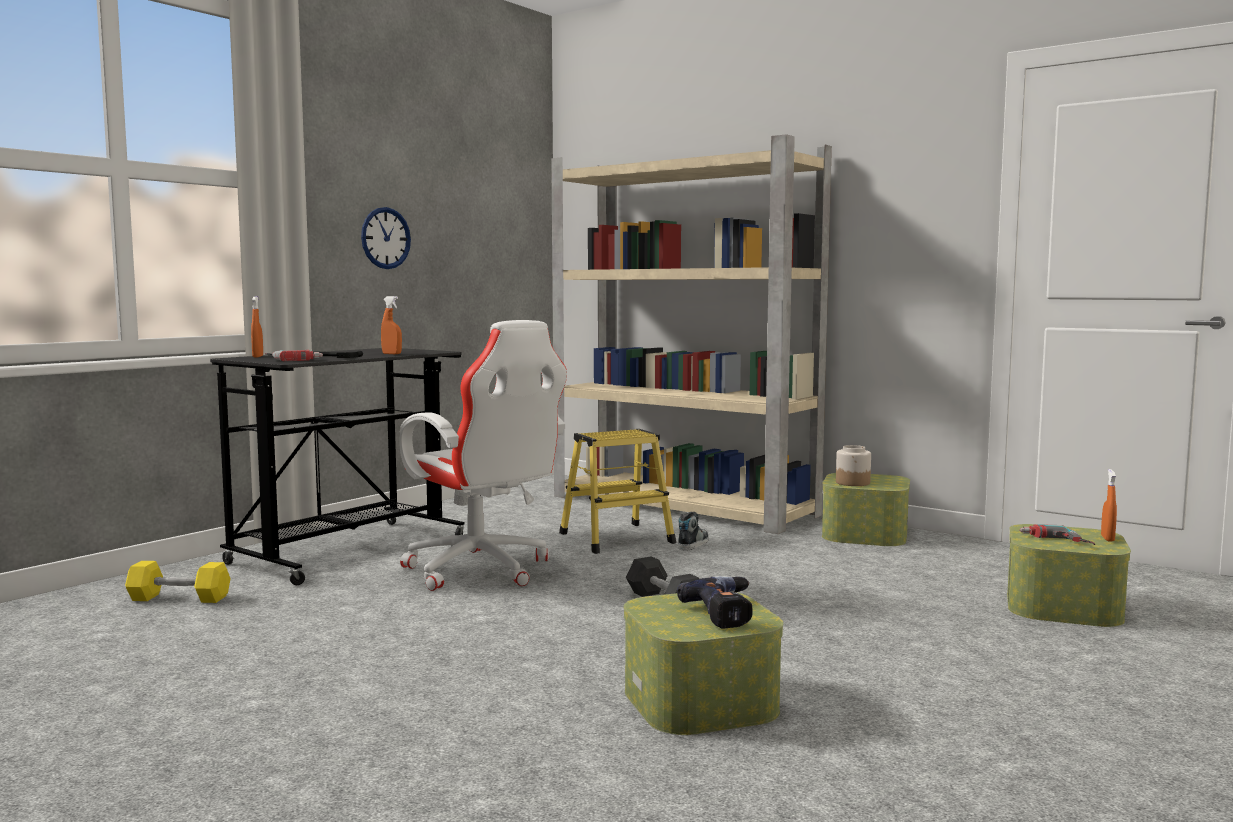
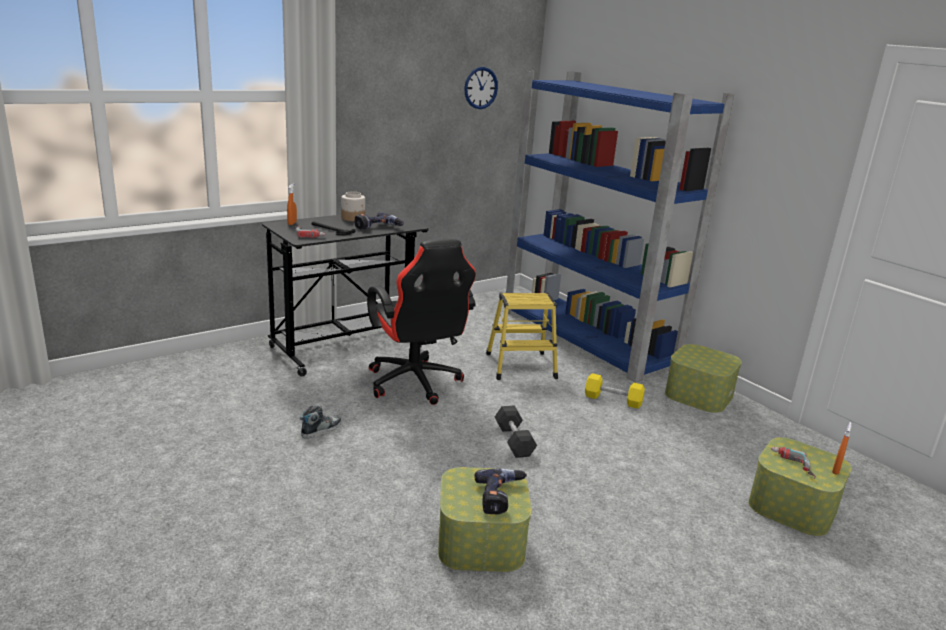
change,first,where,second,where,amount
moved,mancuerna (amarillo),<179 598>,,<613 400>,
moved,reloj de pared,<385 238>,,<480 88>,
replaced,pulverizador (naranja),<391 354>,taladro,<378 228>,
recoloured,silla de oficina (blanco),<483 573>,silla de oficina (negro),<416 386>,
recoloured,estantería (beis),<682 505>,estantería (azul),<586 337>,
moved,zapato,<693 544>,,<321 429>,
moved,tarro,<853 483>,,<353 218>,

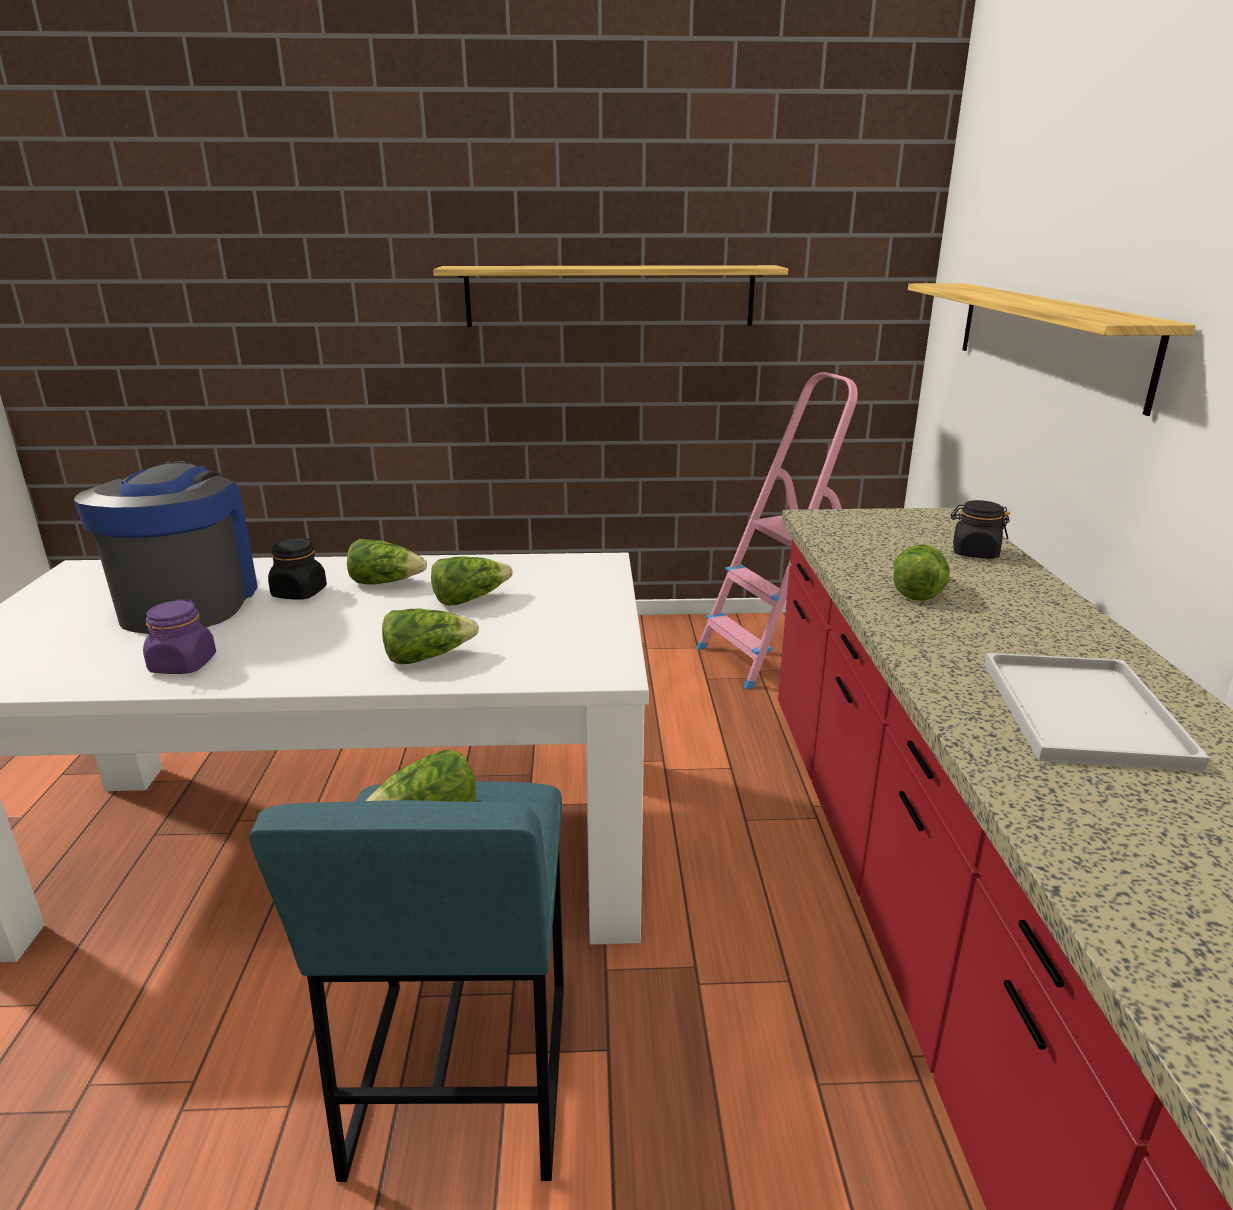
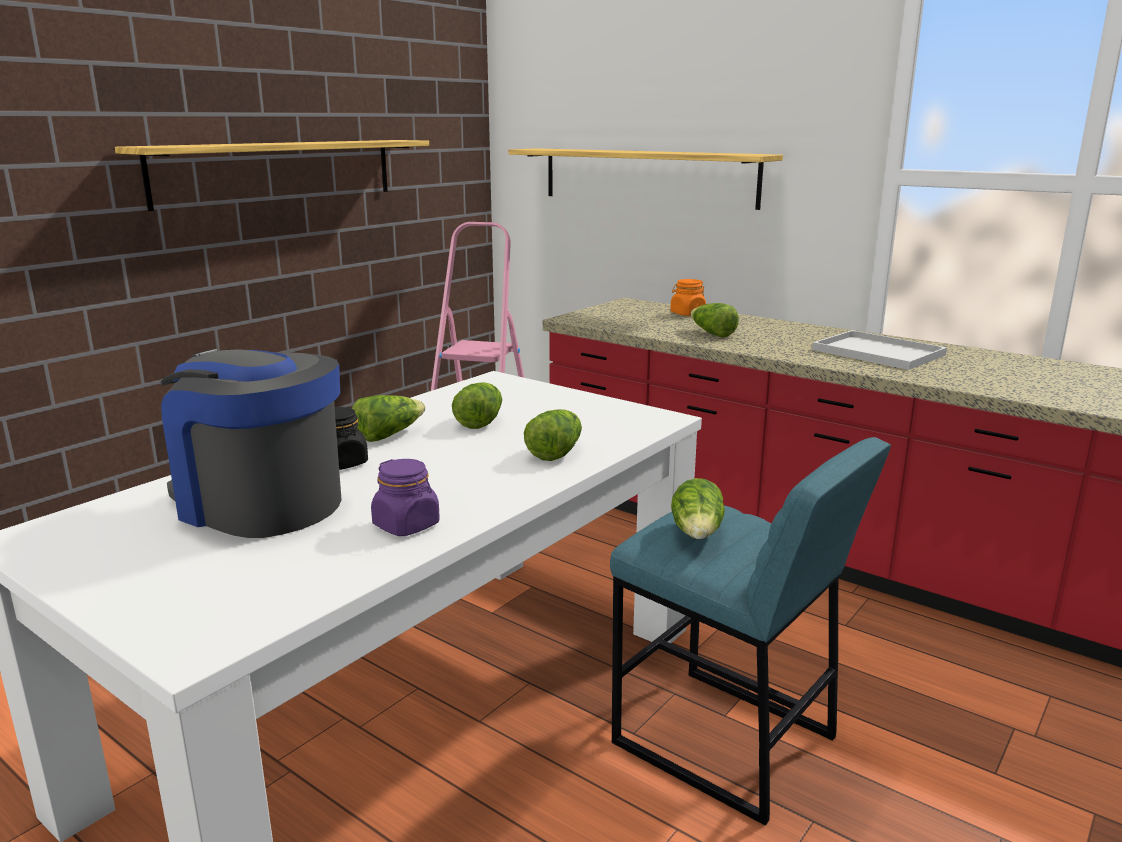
change,first,where,second,where,amount
recoloured,tarro (negro),<974 553>,tarro (naranja),<687 314>,

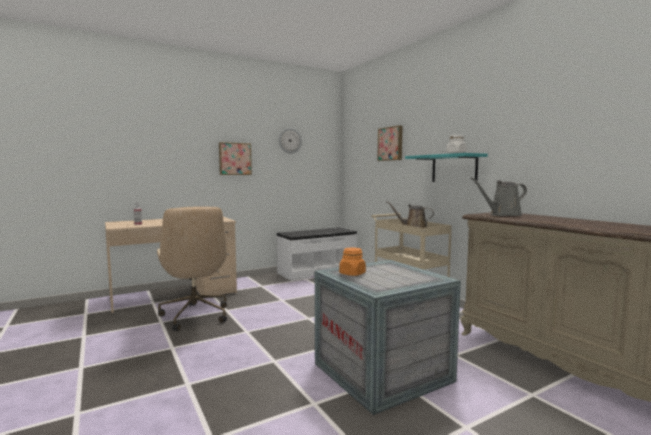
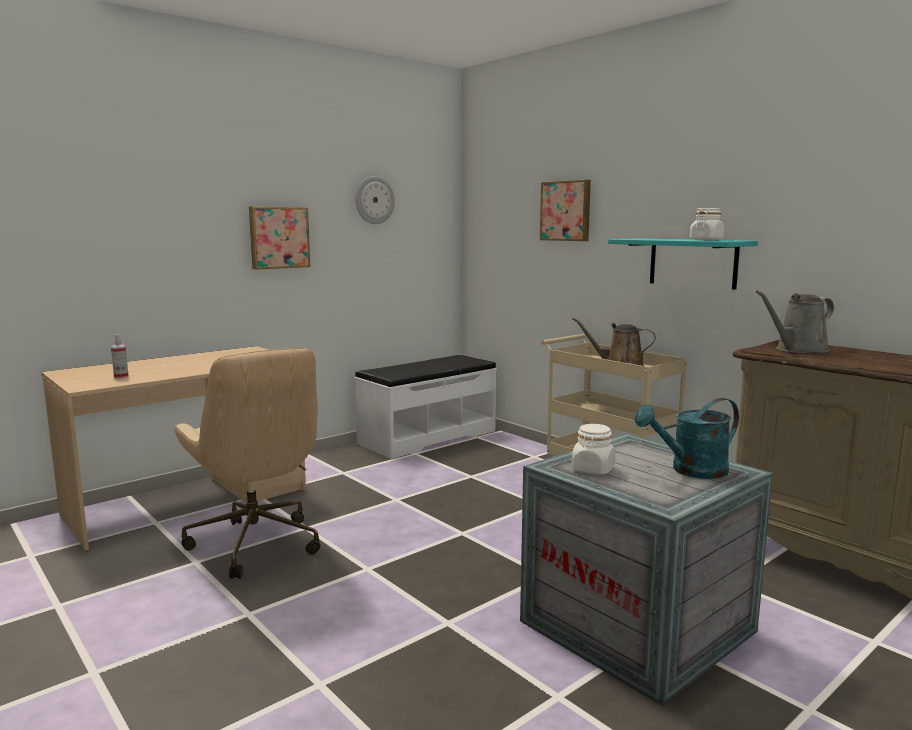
change,first,where,second,where,amount
recoloured,tarro (naranja),<352 274>,tarro (blanco),<593 469>,
added,,,regadera (turquesa),<691 471>,

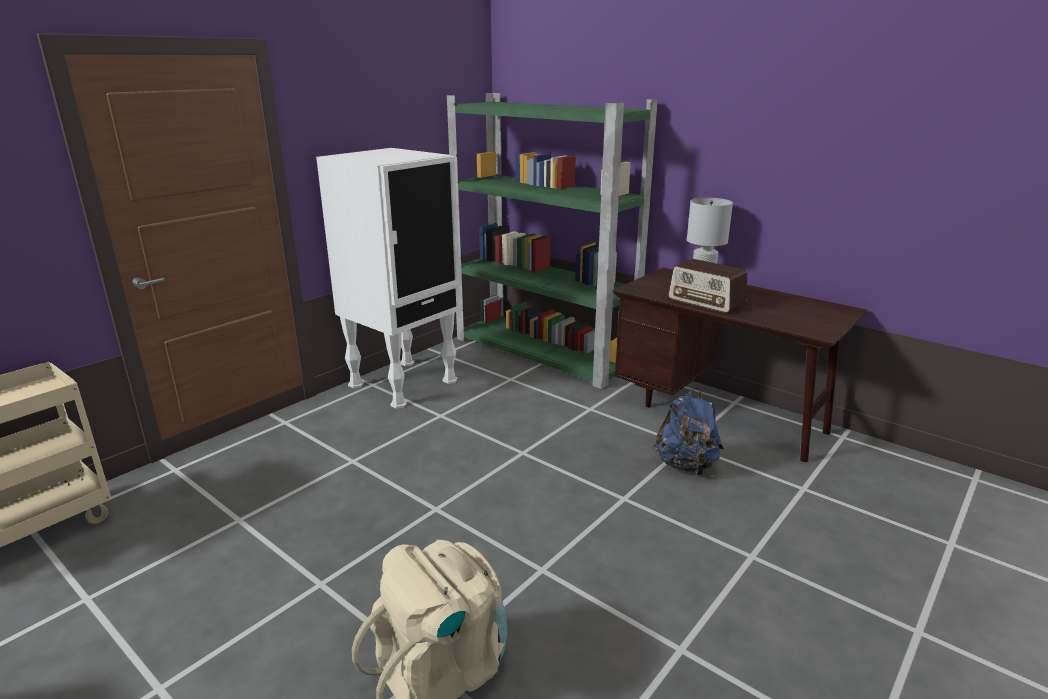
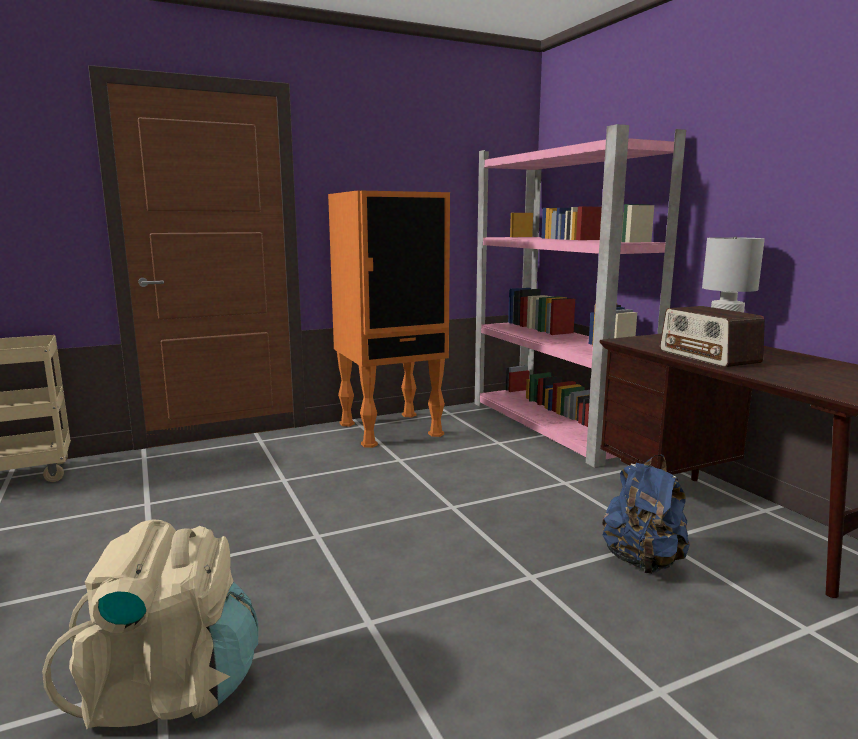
change,first,where,second,where,amount
recoloured,armario (blanco),<405 382>,armario (naranja),<392 429>,
recoloured,estantería (verde),<543 352>,estantería (rosa),<554 426>,

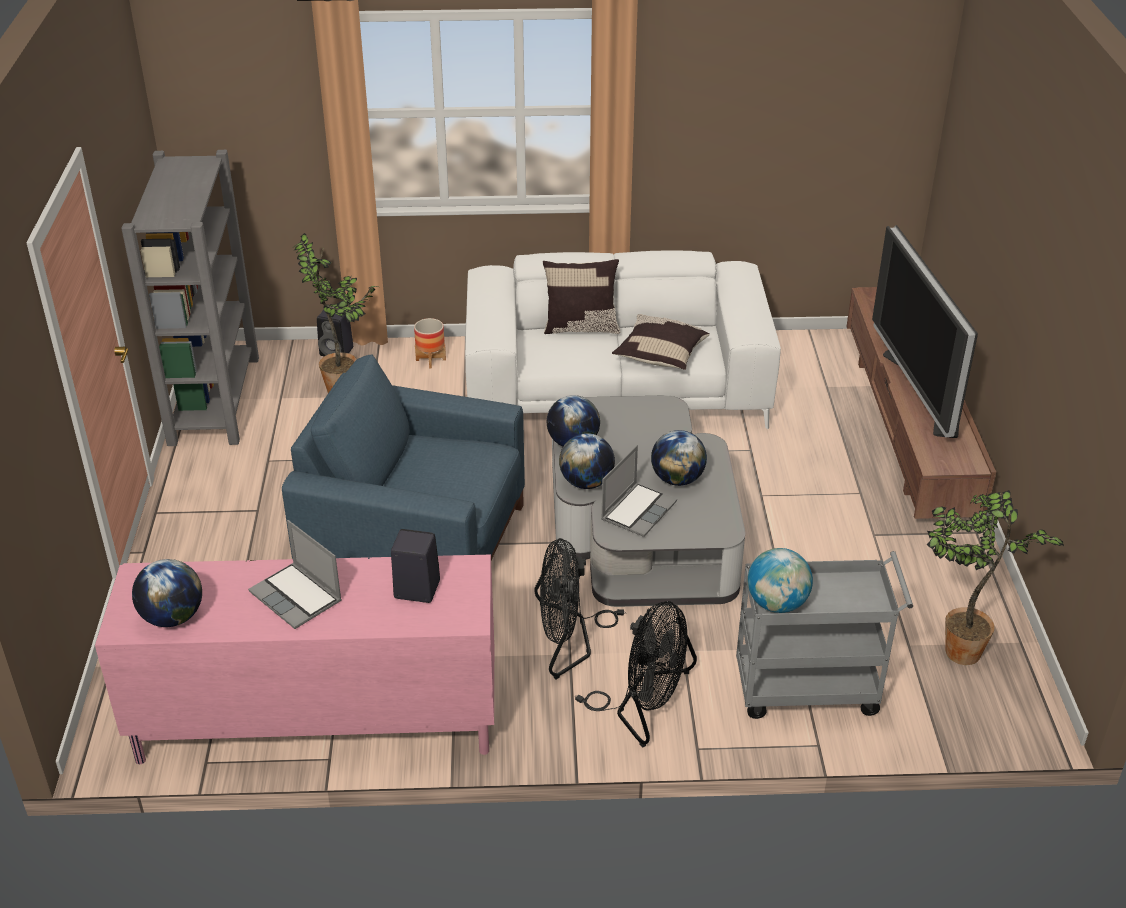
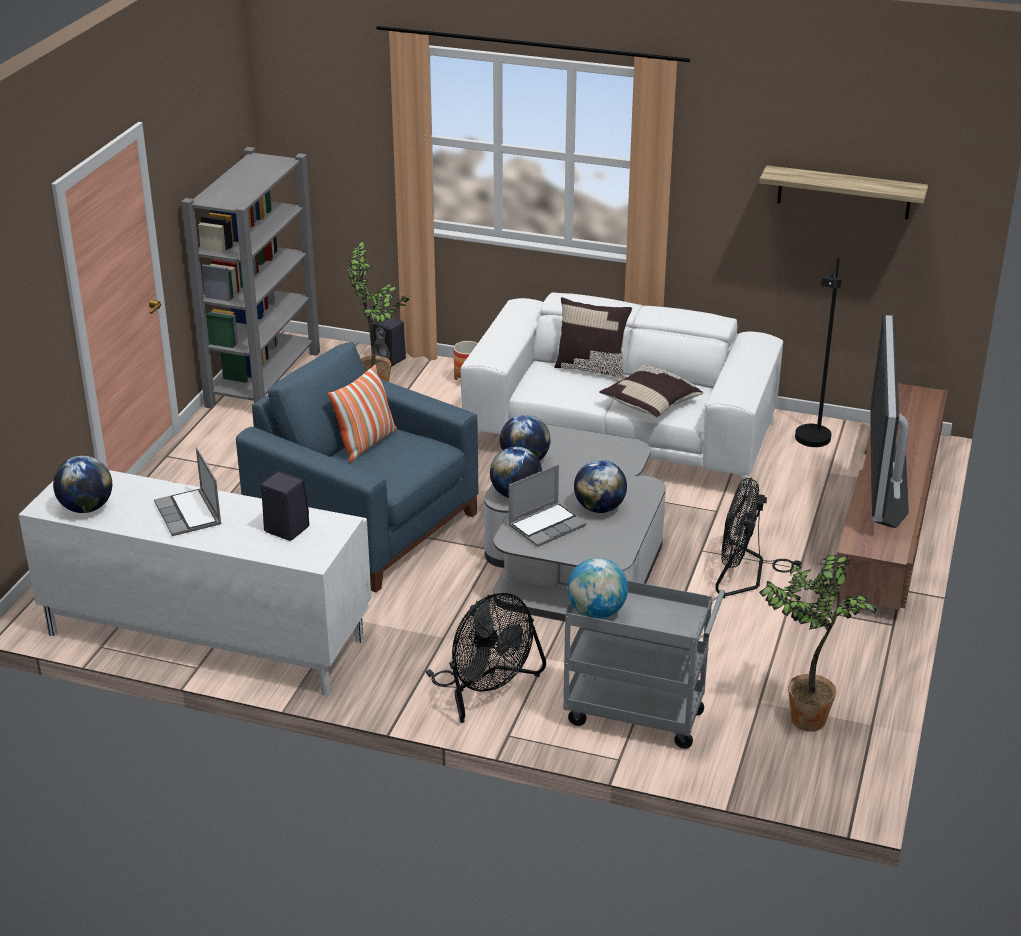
change,first,where,second,where,amount
recoloured,armario (rosa),<317 714>,armario (blanco),<207 633>,
moved,ventilador (negro),<569 635>,,<746 570>,
added,,,cojín,<366 443>,
added,,,estante,<844 192>,
added,,,lámpara de pie (negro),<812 443>,

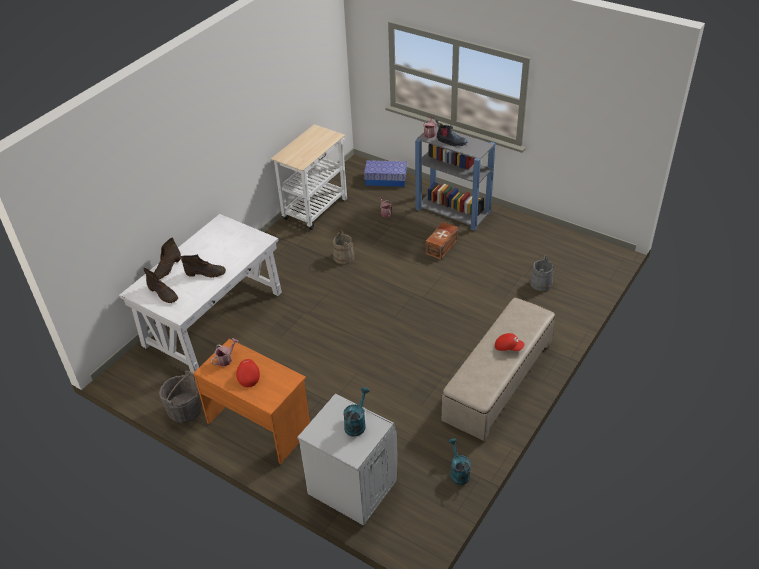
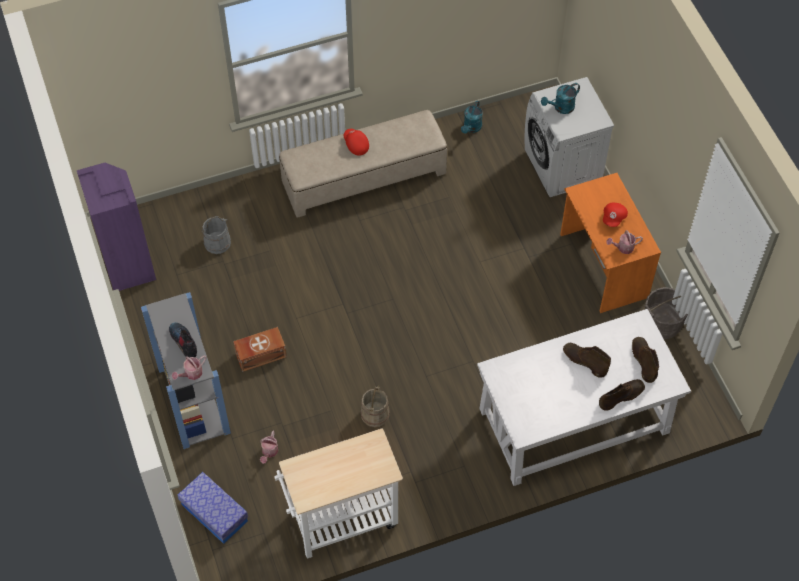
change,first,where,second,where,amount
added,,,armario (morado),<127 266>,

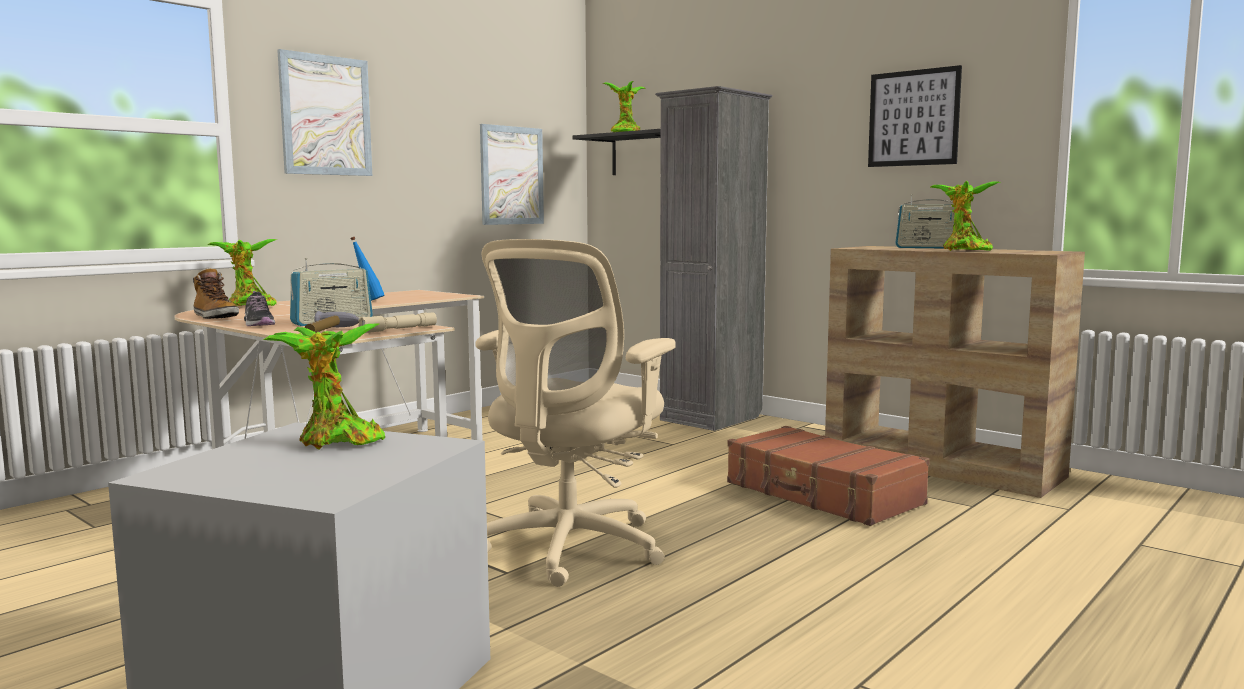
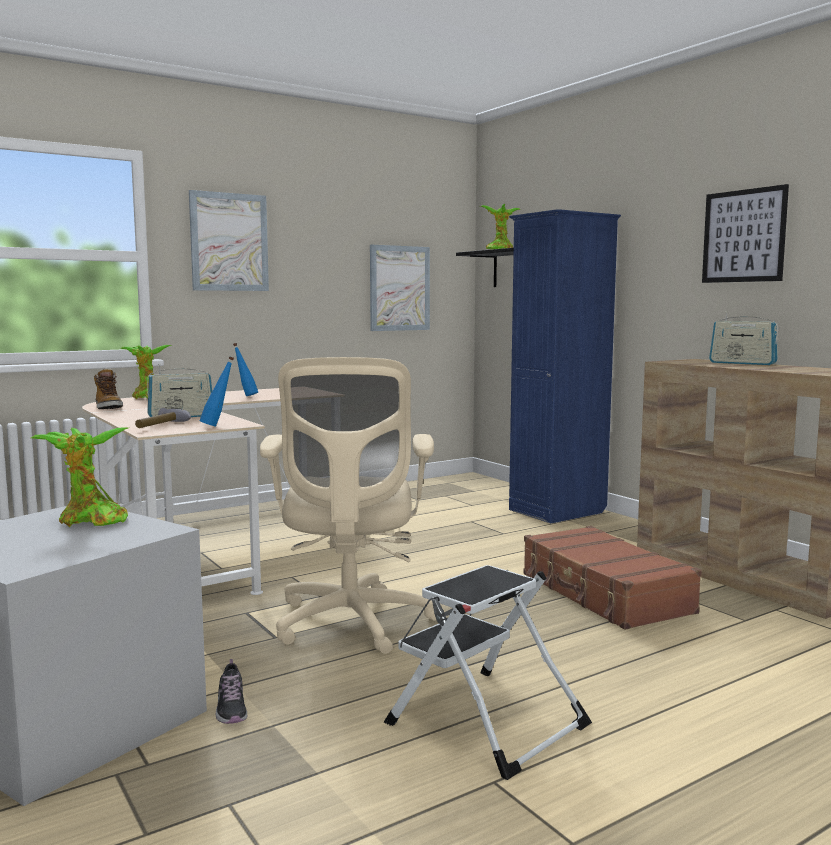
change,first,where,second,where,amount
moved,zapato,<258 324>,,<231 708>,
replaced,linterna (beis),<399 329>,botella (azul),<218 426>,
turned,silla de oficina (beis),<575 542>,,<350 616>,45 degrees counterclockwise
recoloured,armario (gris),<711 418>,armario (azul),<557 511>,
removed,planta en maceta,<964 250>,,,
added,,,escalera de tijera,<487 719>,

